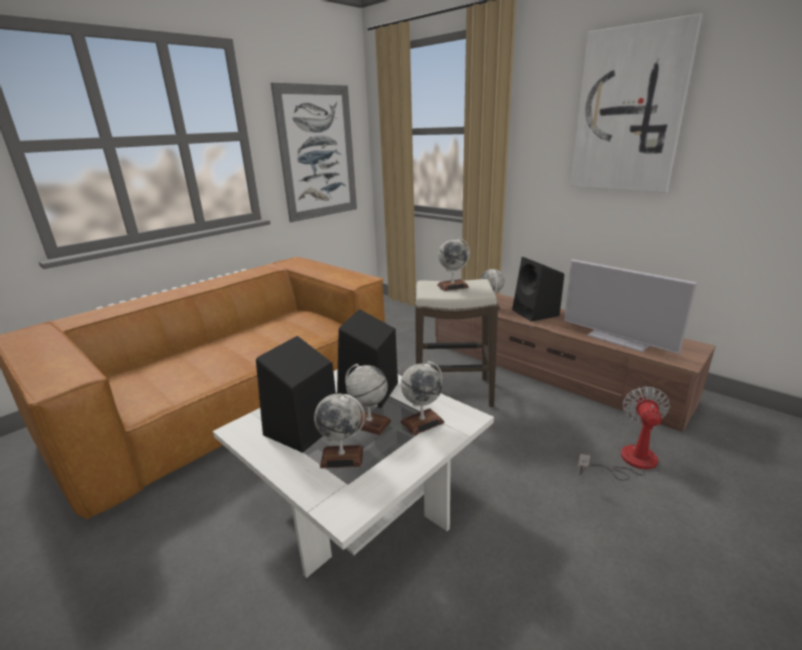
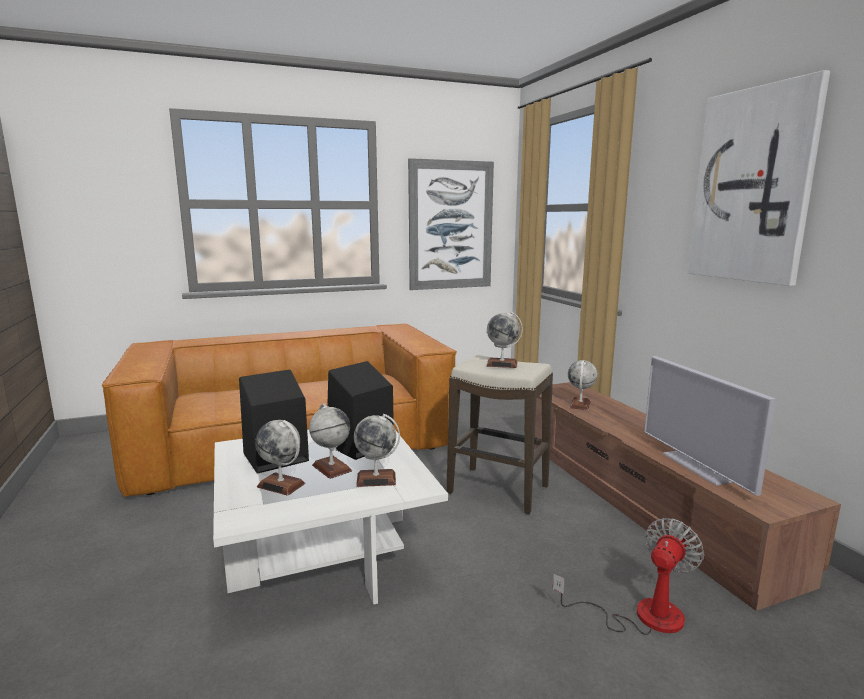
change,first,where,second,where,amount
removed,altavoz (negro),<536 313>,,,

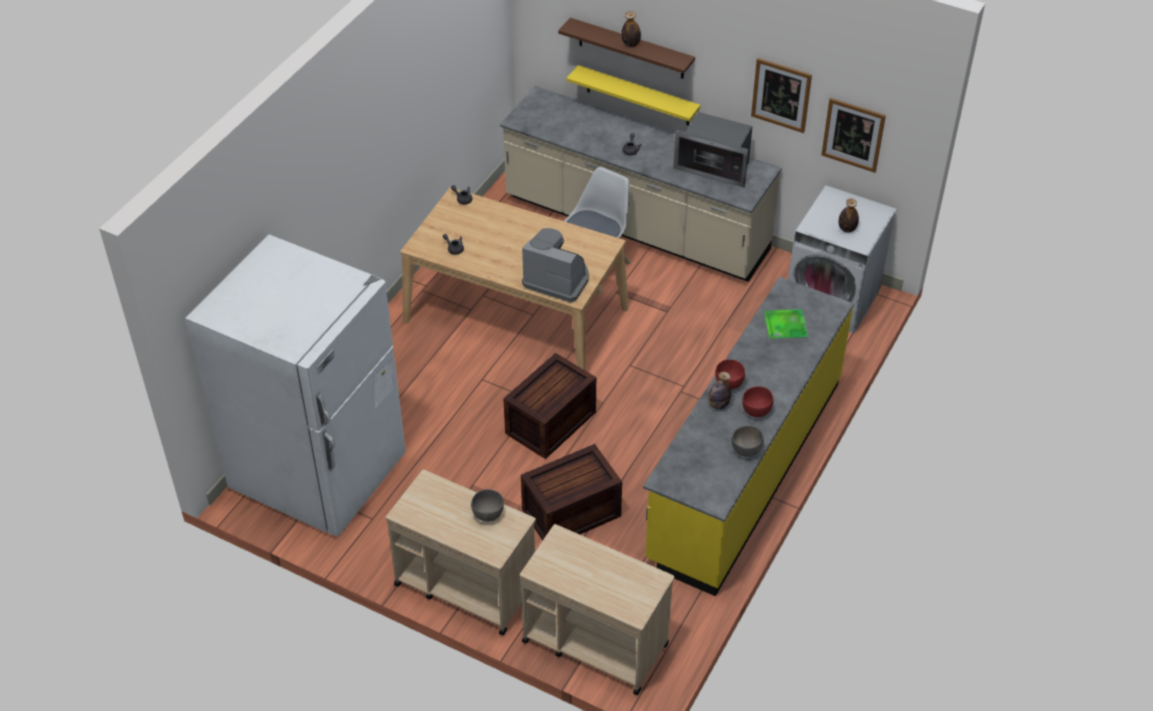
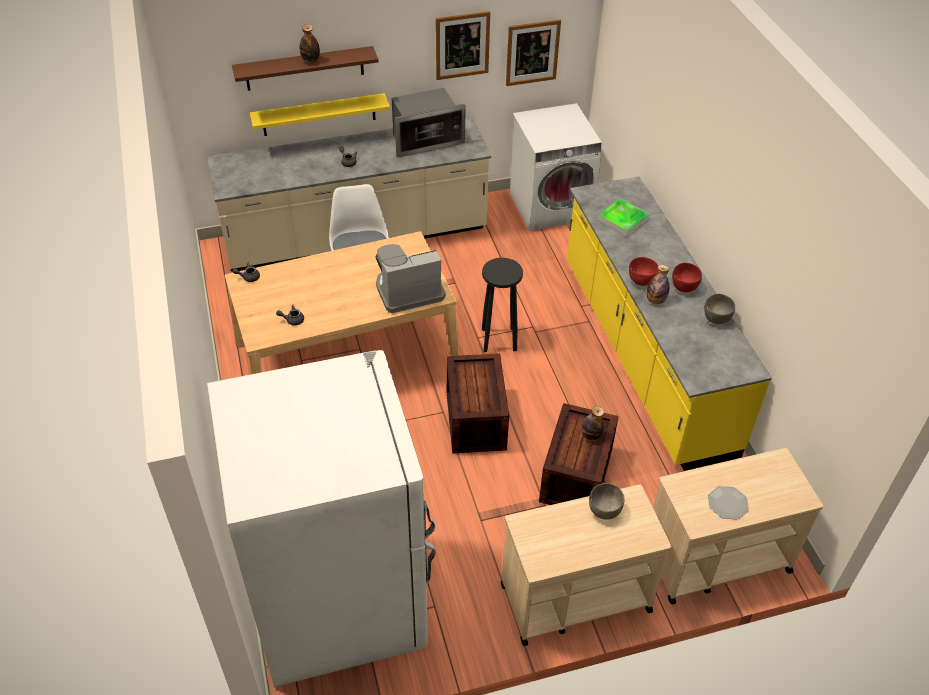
change,first,where,second,where,amount
moved,botella,<847 229>,,<591 435>,
added,,,taburete (negro),<499 340>,
added,,,plato,<728 503>,

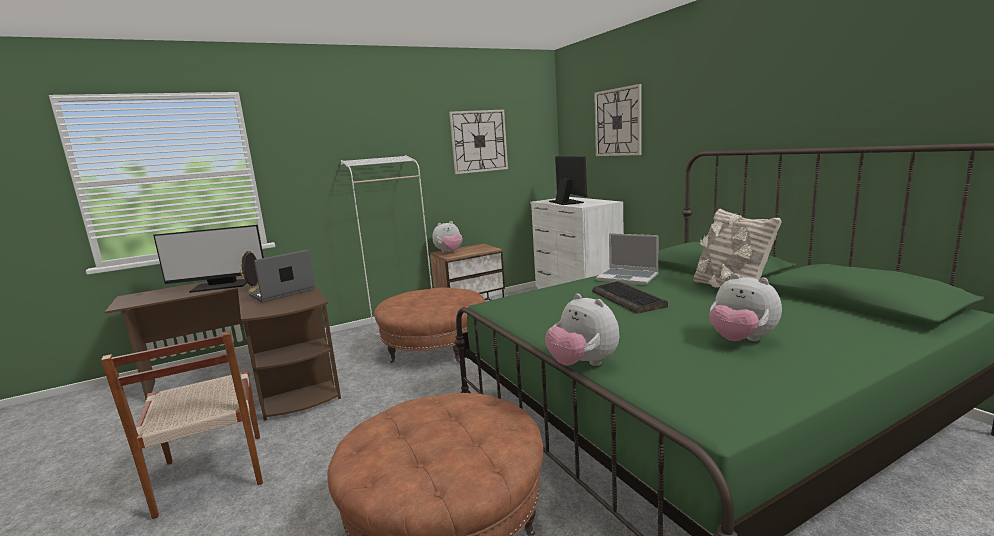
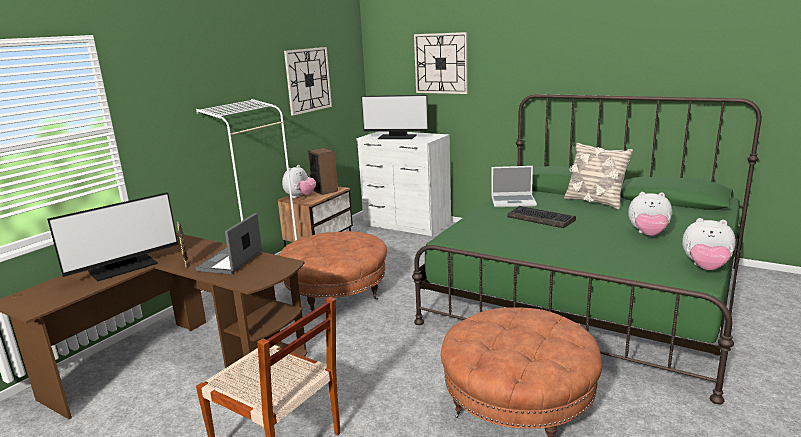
change,first,where,second,where,amount
moved,peluche,<583 364>,,<705 268>,
turned,monitor,<566 202>,,<397 137>,150 degrees clockwise
added,,,altavoz,<324 190>,

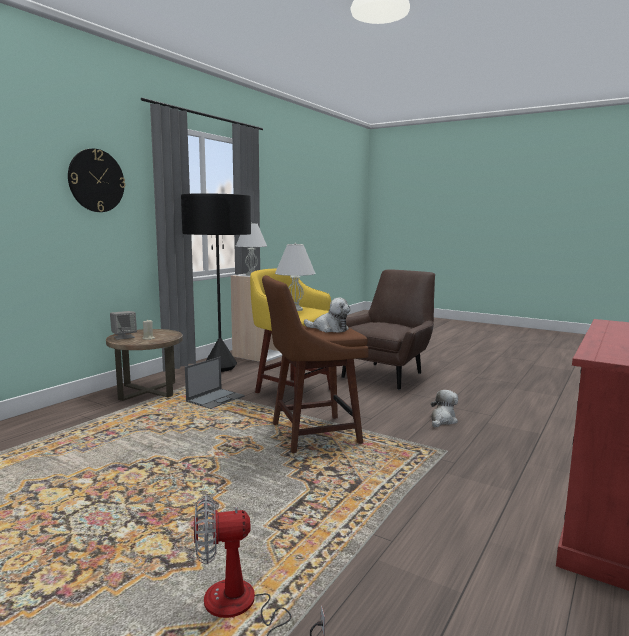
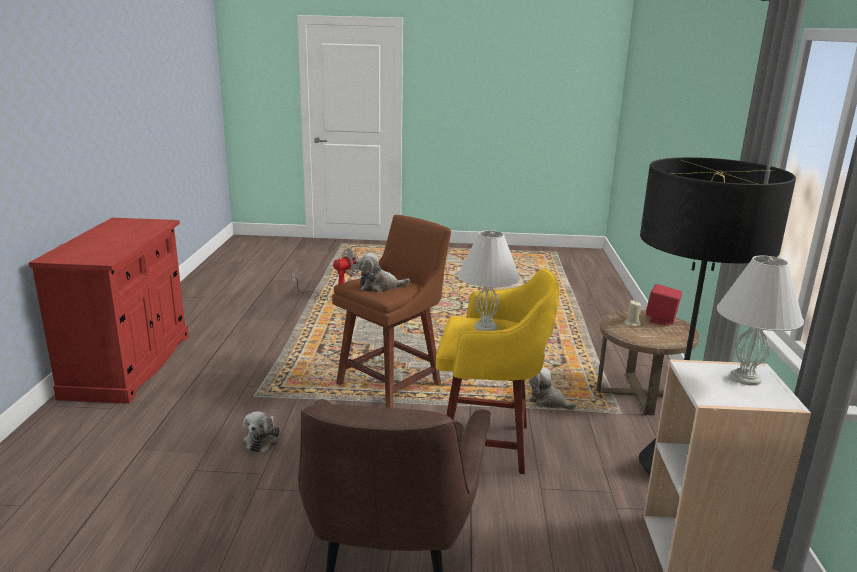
change,first,where,second,where,amount
removed,reloj de pared,<96 180>,,,
recoloured,altavoz (gris),<124 337>,altavoz (rojo),<661 320>,
replaced,portátil,<216 399>,peluche,<548 402>,

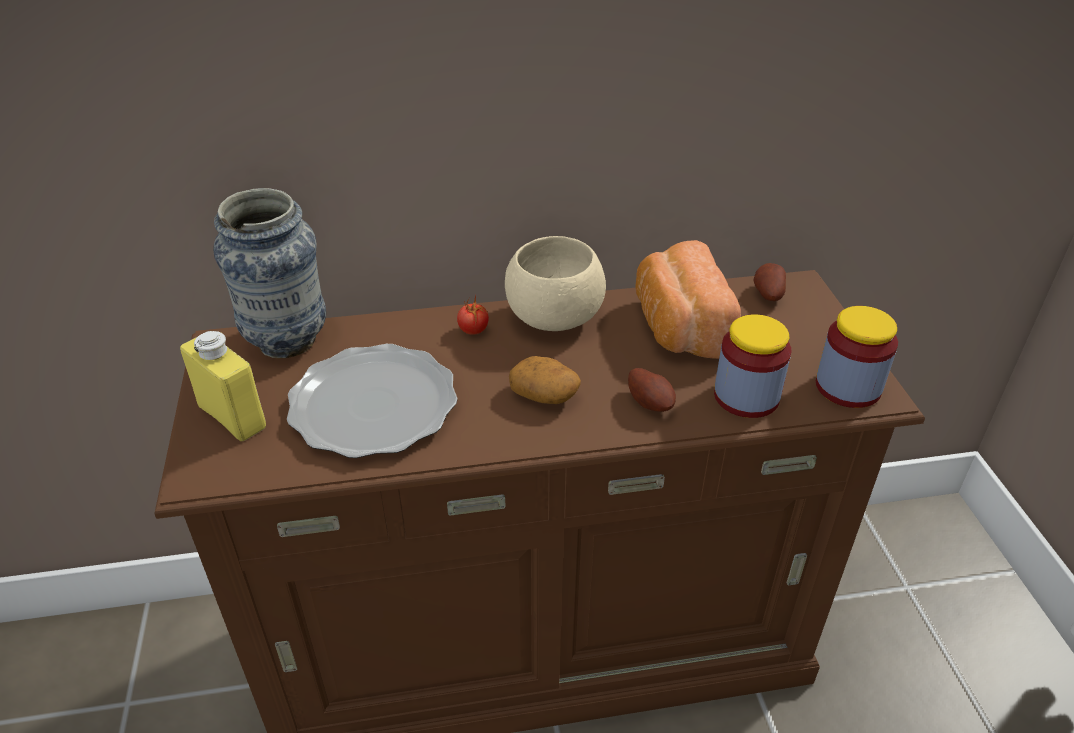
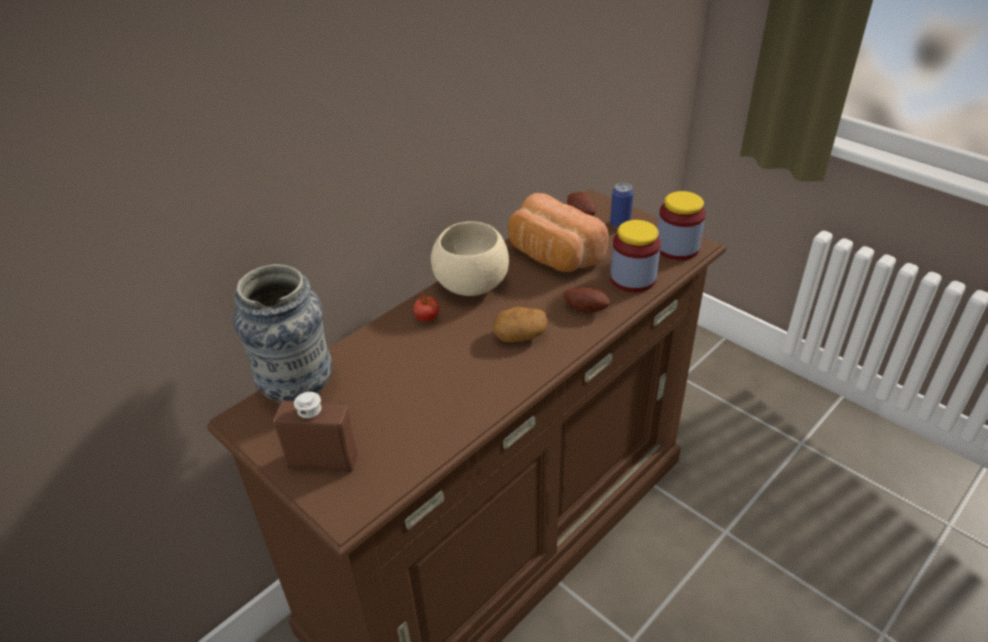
change,first,where,second,where,amount
recoloured,botella (amarillo),<232 417>,botella (marrón),<322 461>,
removed,plato,<374 404>,,,
added,,,lata,<620 224>,

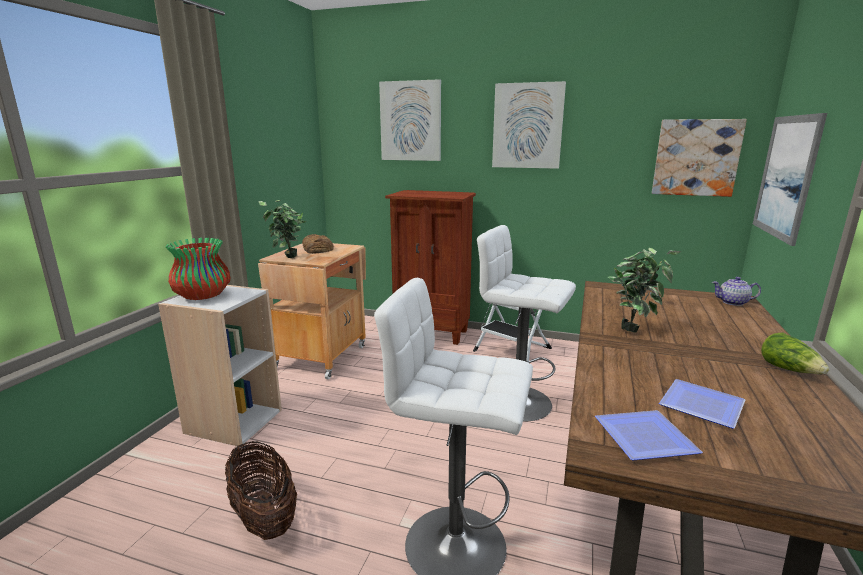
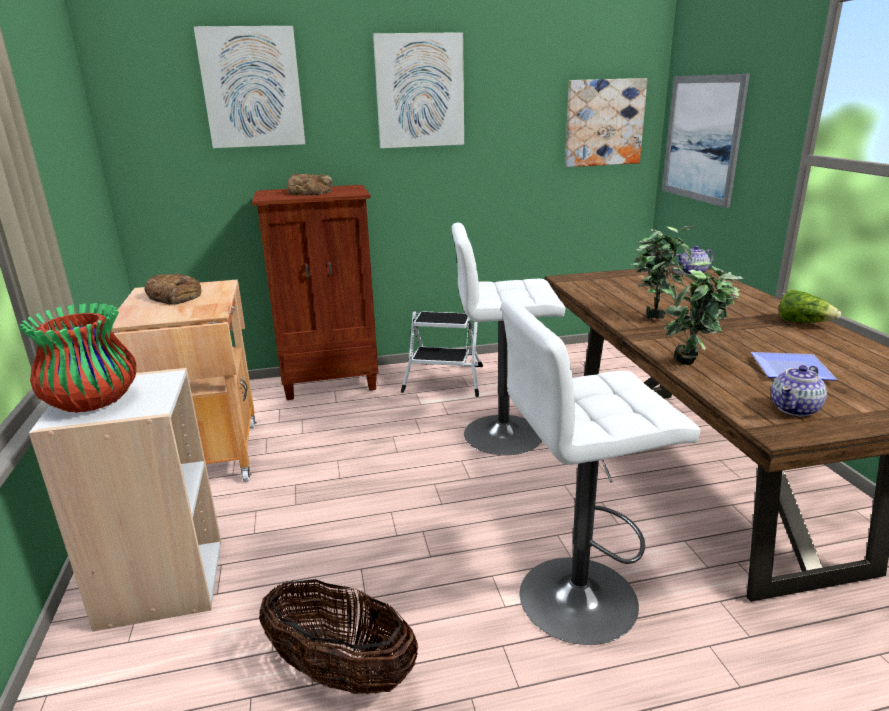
change,first,where,second,where,amount
moved,planta en maceta,<287 259>,,<693 367>,
replaced,plato,<648 439>,tetera,<795 409>,
added,,,pan,<310 192>,

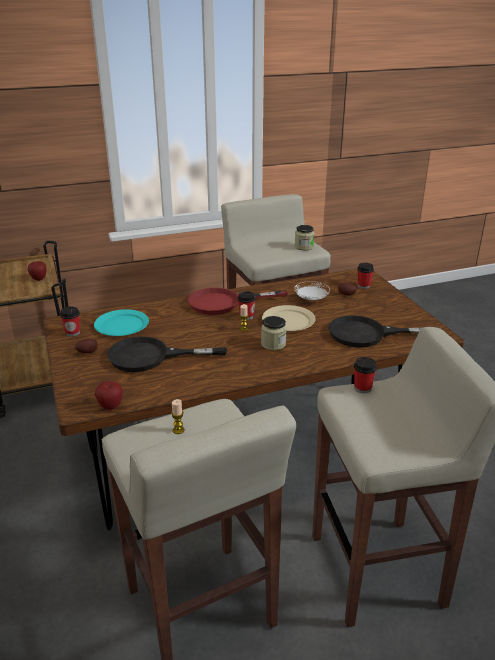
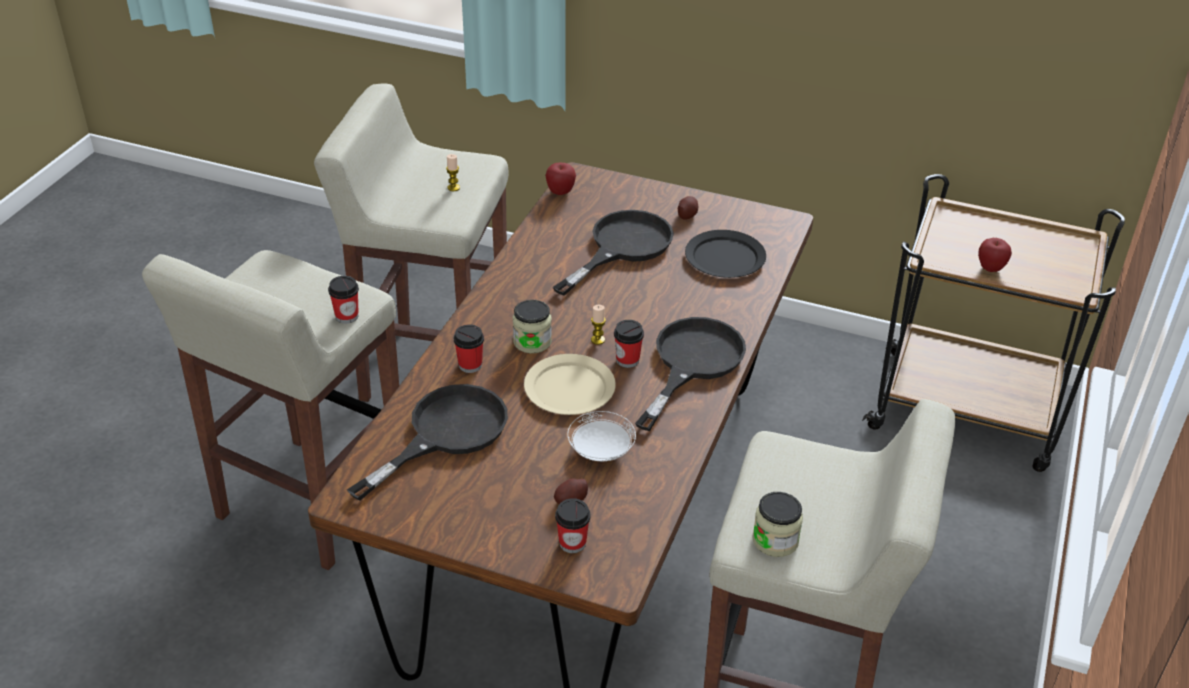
change,first,where,second,where,amount
moved,taza,<73 333>,,<470 365>,
recoloured,plato (turquesa),<121 325>,plato (negro),<724 257>,
recoloured,sartén (rojo),<224 303>,sartén (negro),<692 363>,

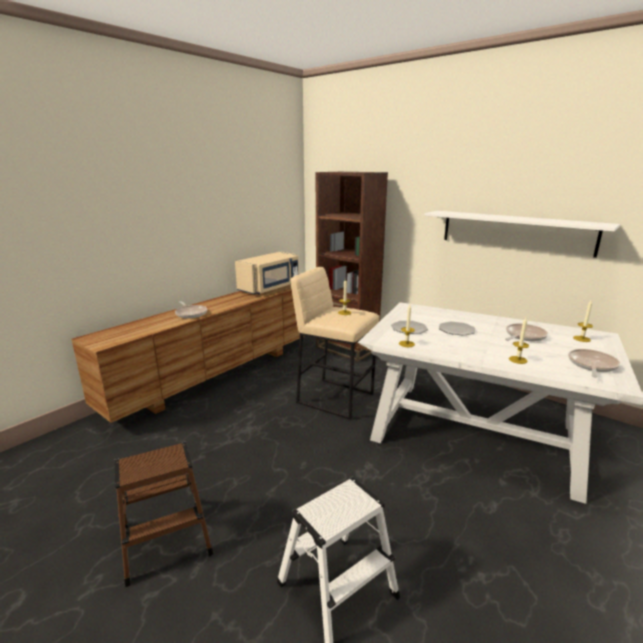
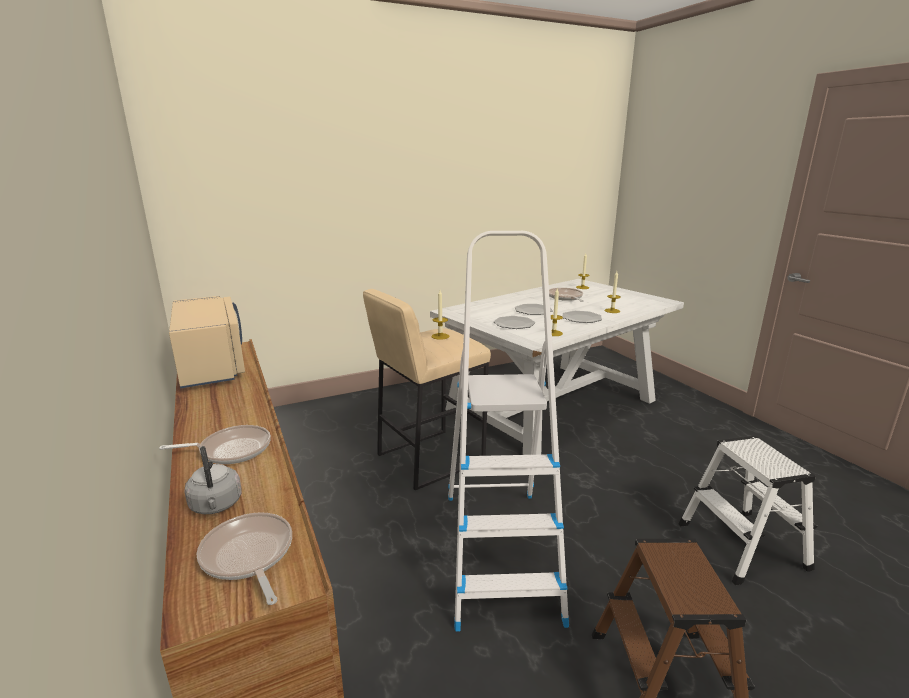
change,first,where,second,where,amount
removed,estantería (marrón),<347 348>,,,
removed,estante (blanco),<515 232>,,,
moved,sartén,<591 365>,,<248 556>,
added,,,hervidor (gris),<216 506>,
added,,,escalera de tijera (blanco),<499 552>,
added,,,plato,<581 318>,

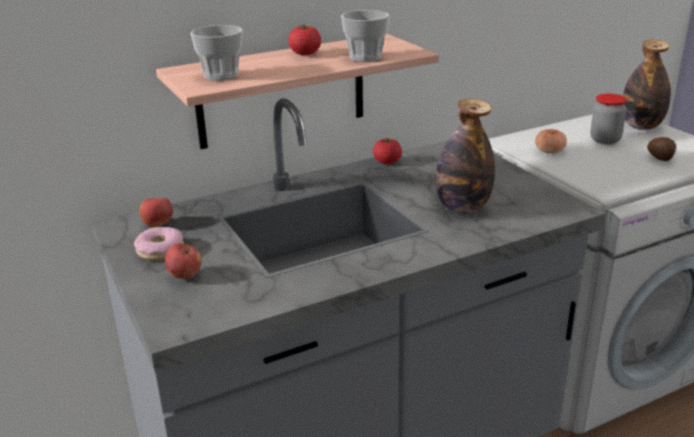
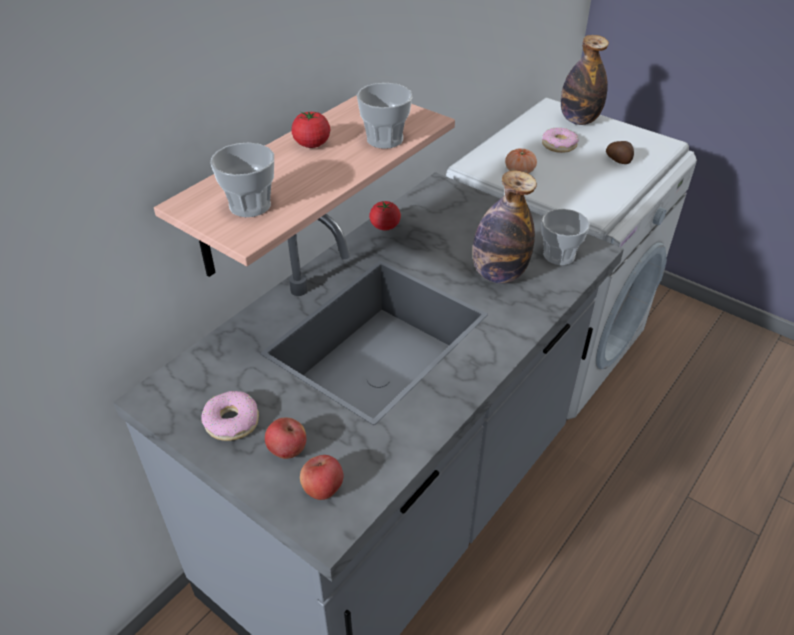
change,first,where,second,where,amount
moved,manzana,<158 224>,,<323 489>,
replaced,tarro,<605 140>,rosquilla,<559 145>,
added,,,taza,<559 255>,

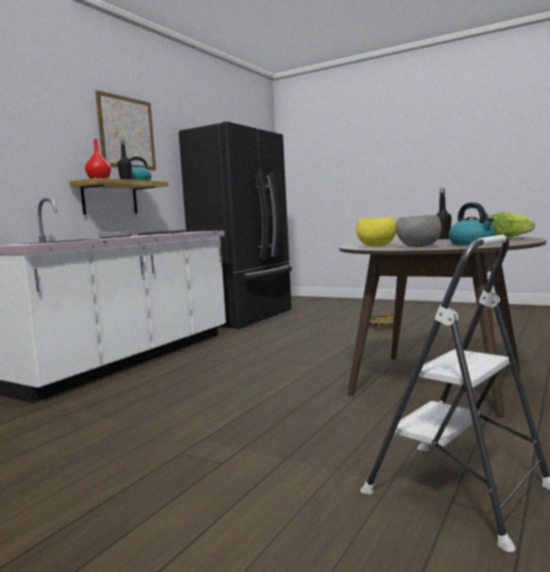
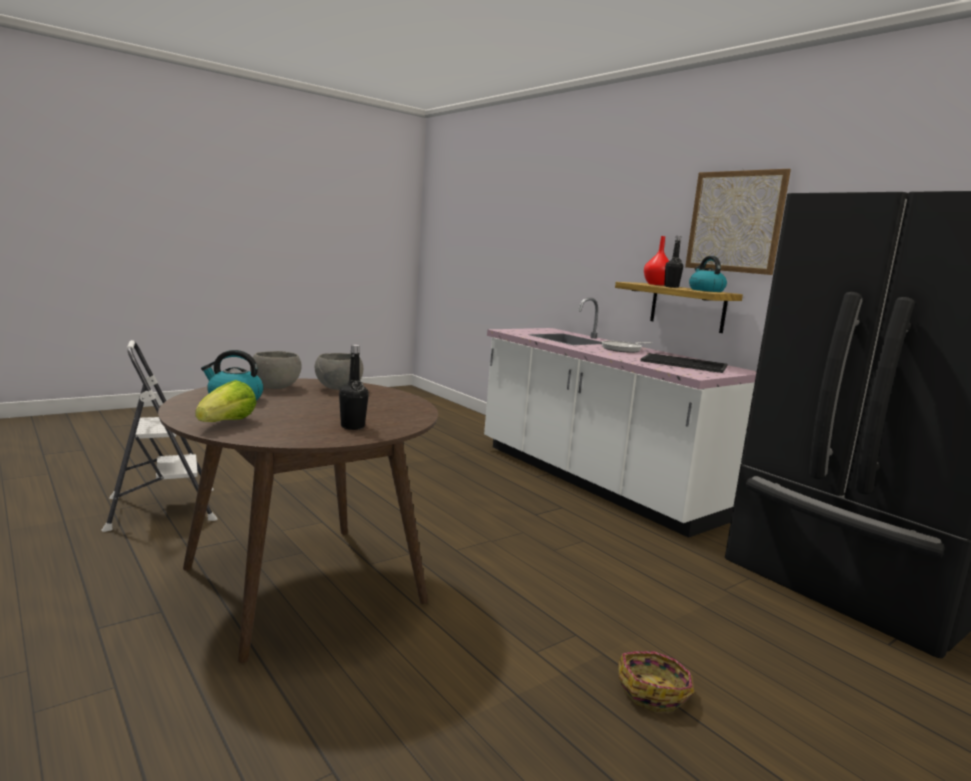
change,first,where,second,where,amount
recoloured,cuenco (amarillo),<377 246>,cuenco (gris),<338 388>,

